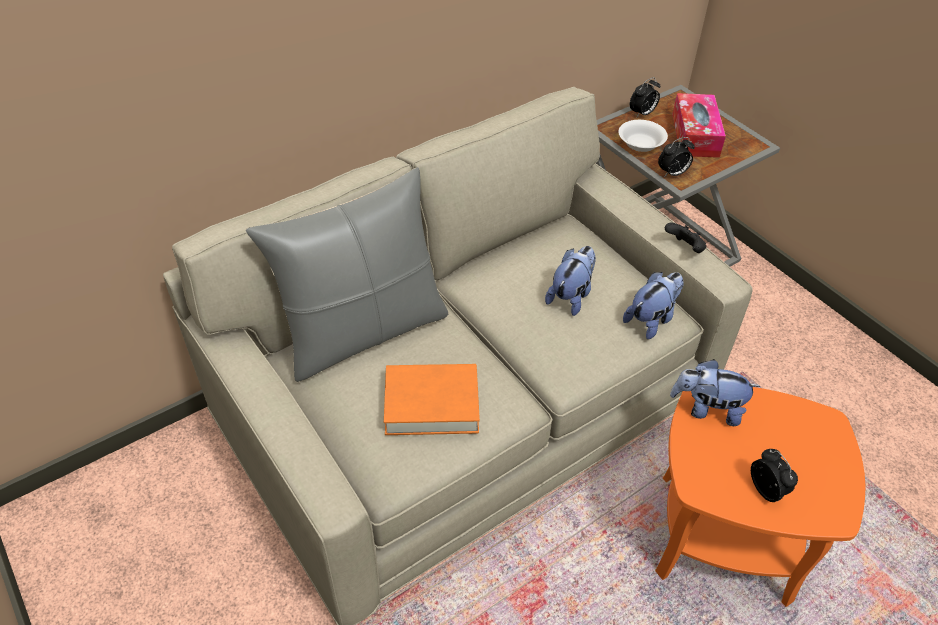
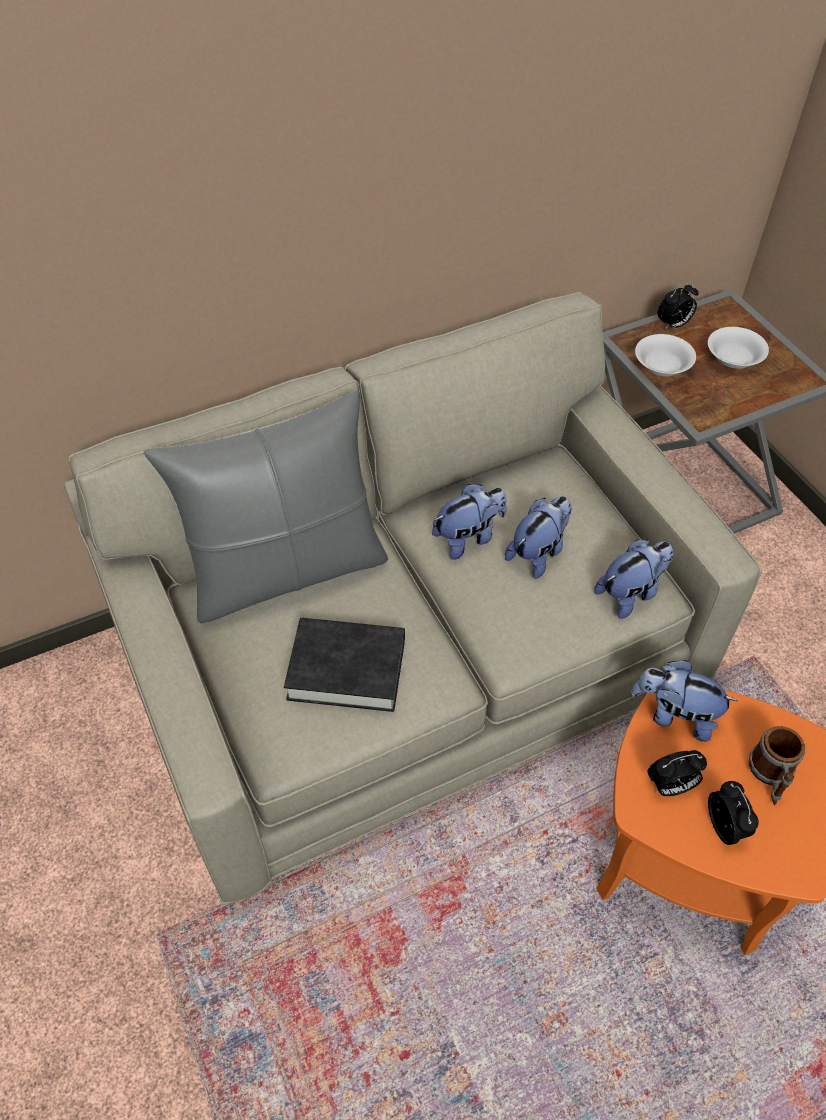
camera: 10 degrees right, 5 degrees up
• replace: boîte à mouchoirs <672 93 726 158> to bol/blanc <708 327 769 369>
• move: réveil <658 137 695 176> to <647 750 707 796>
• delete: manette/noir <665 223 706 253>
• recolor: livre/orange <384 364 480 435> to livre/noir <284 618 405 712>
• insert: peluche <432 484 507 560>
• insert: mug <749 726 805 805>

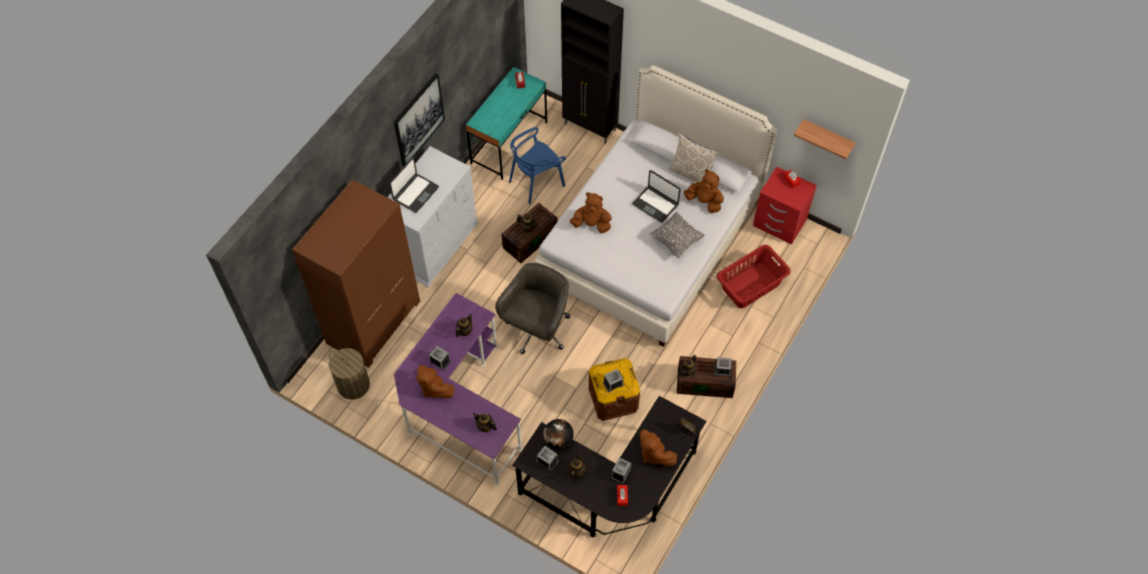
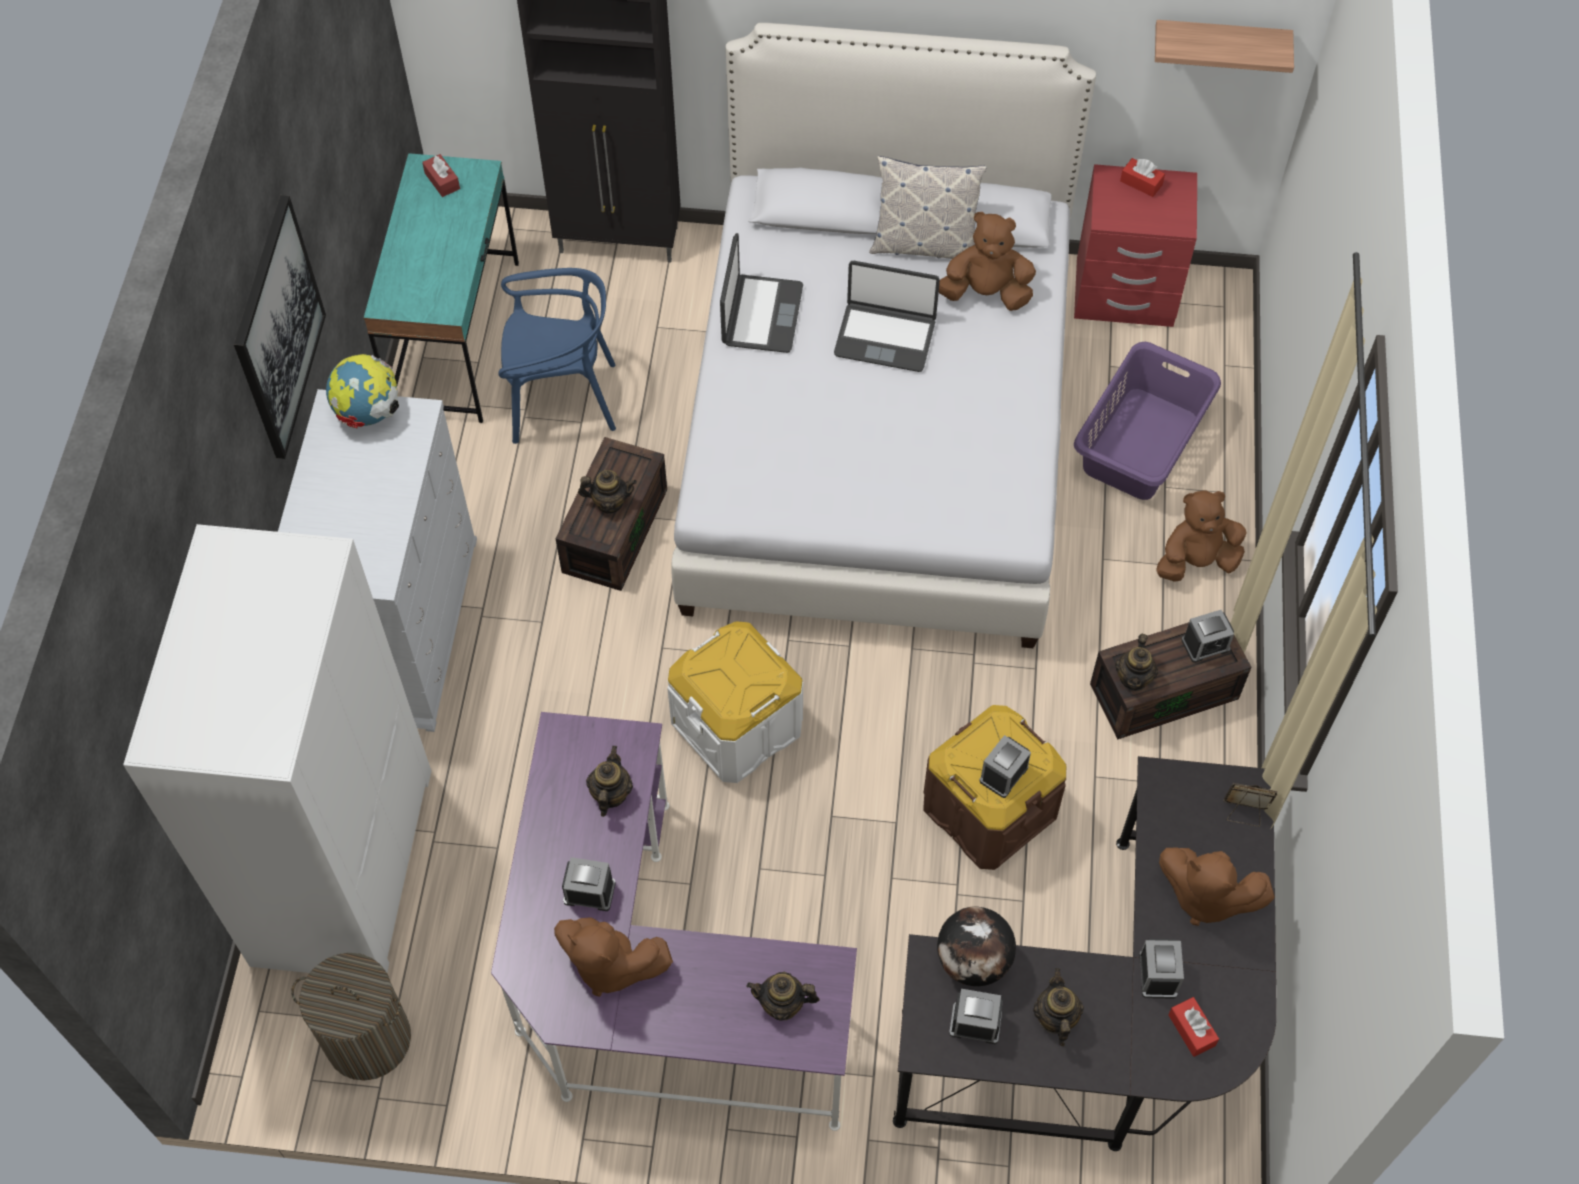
camera: 25 degrees left, 0 degrees up
• rotate: chaise/bleu <509 127 566 204> = <498 268 616 444> 120 degrees counterclockwise
• move: ordinateur portable <389 157 439 213> to <720 233 803 353>
• recolor: armoire/marron <292 179 420 368> to armoire/blanc <123 524 431 973>
• move: peluche/marron <570 192 612 233> to <1156 491 1247 582>
• delete: coussin/gris <650 212 705 258>
• recolor: panier à linge/rouge <717 245 791 308> to panier à linge/violet <1074 342 1221 500>
• replace: chaise de bureau/gris <495 263 570 354> to boîte de rangement/blanc <667 621 803 783>
• insert: globe <326 354 399 428>

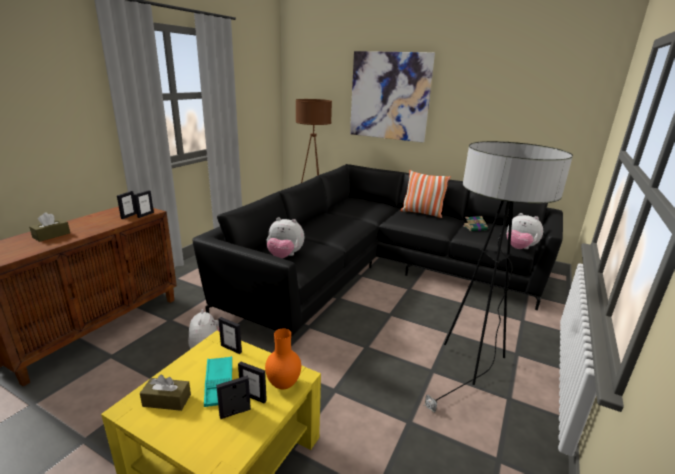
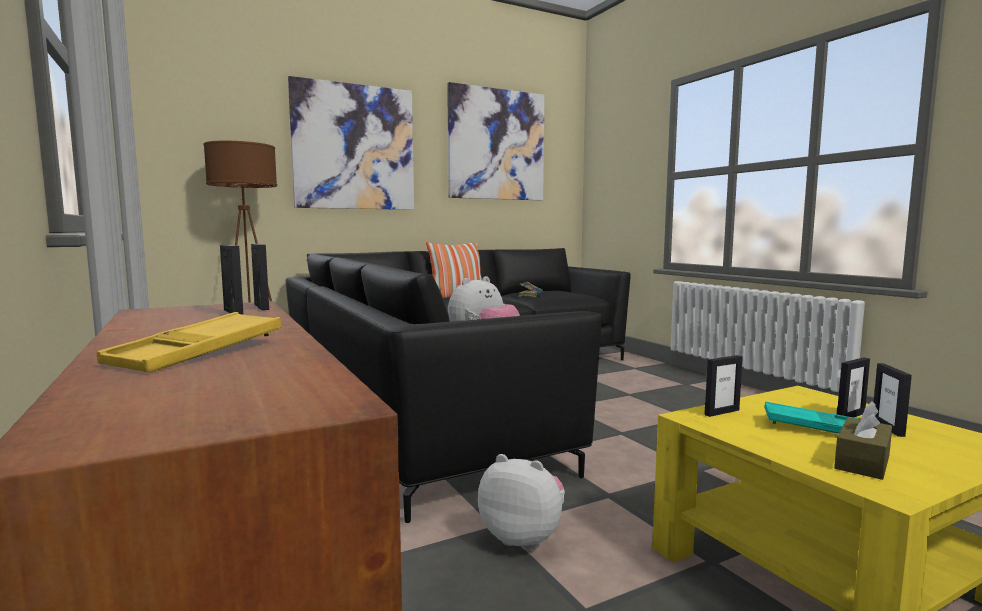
camera: 55 degrees left, 15 degrees down
• delete: lampadaire <423 141 573 412>
• replace: boîte à mouchoirs/marron <29 212 70 242> to plateau/jaune <97 312 281 372>
• delete: peluche <506 213 543 249>
• delete: vase/orange <265 328 301 389>
• insert: tableau <447 82 545 200>

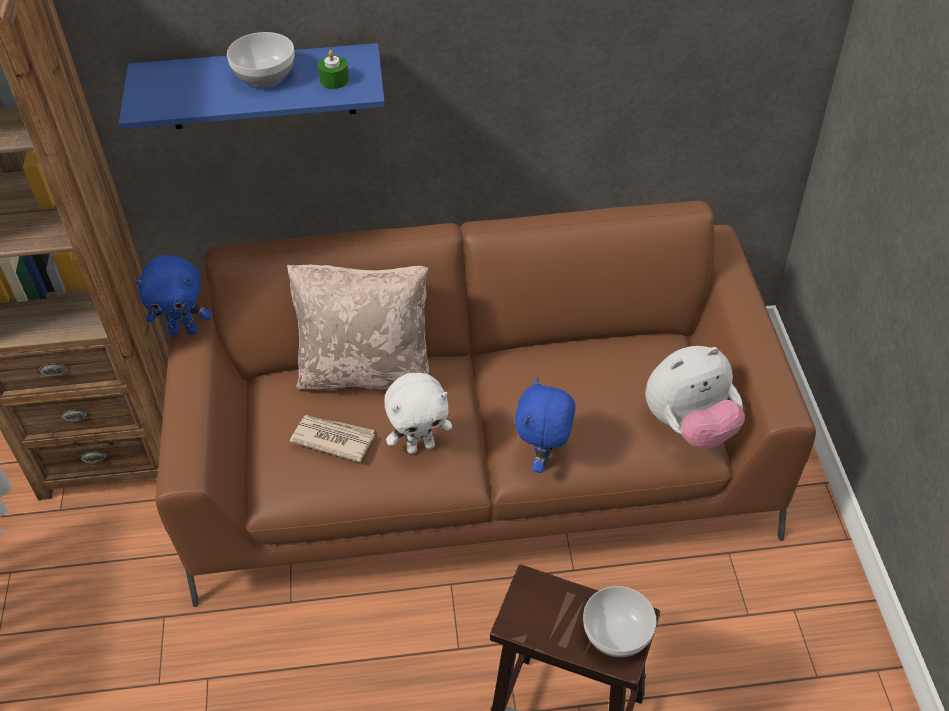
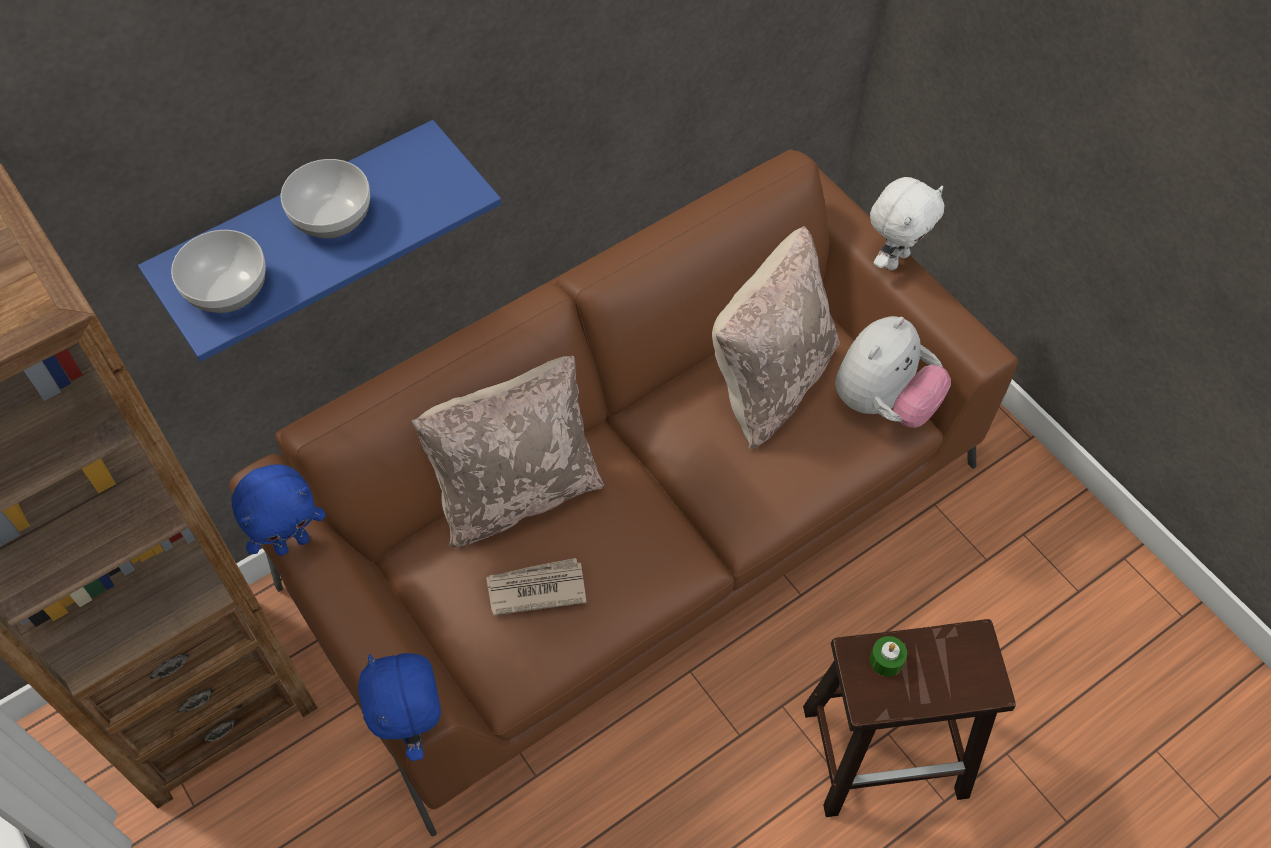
camera: 30 degrees left, 10 degrees up
• move: bougie/vert <318 50 349 89> to <870 636 907 677>
• move: peluche/blanc <384 373 452 454> to <870 177 945 270>
• move: peluche/bleu <515 378 575 473> to <358 653 441 761>
• move: bol <583 586 657 658> to <171 230 266 313>
• insert: coussin/beige <712 226 840 449>

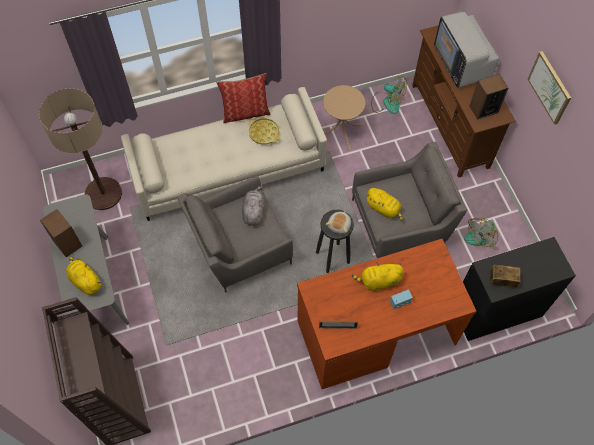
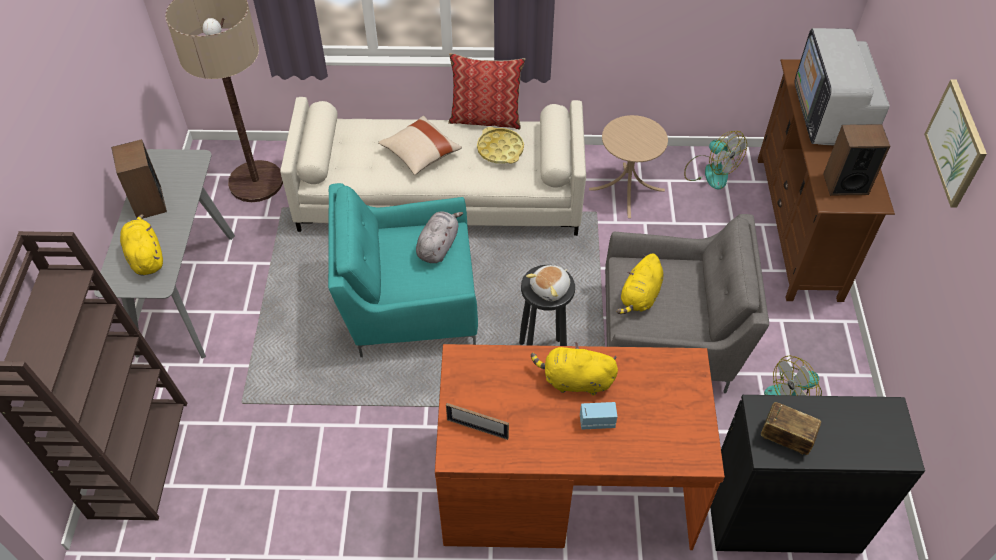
camera: 20 degrees right, 10 degrees down
• recolor: fauteuil/gris <177 176 293 293> to fauteuil/turquoise <328 183 478 357>
• rotate: peluche/jaune <366 188 403 222> = <616 253 664 314> 60 degrees clockwise
• insert: coussin/beige <378 116 462 175>

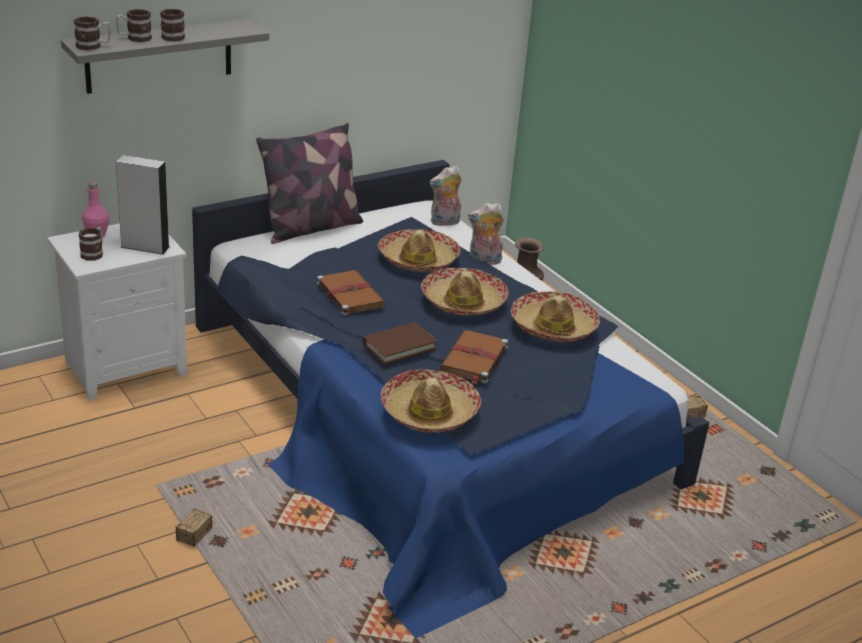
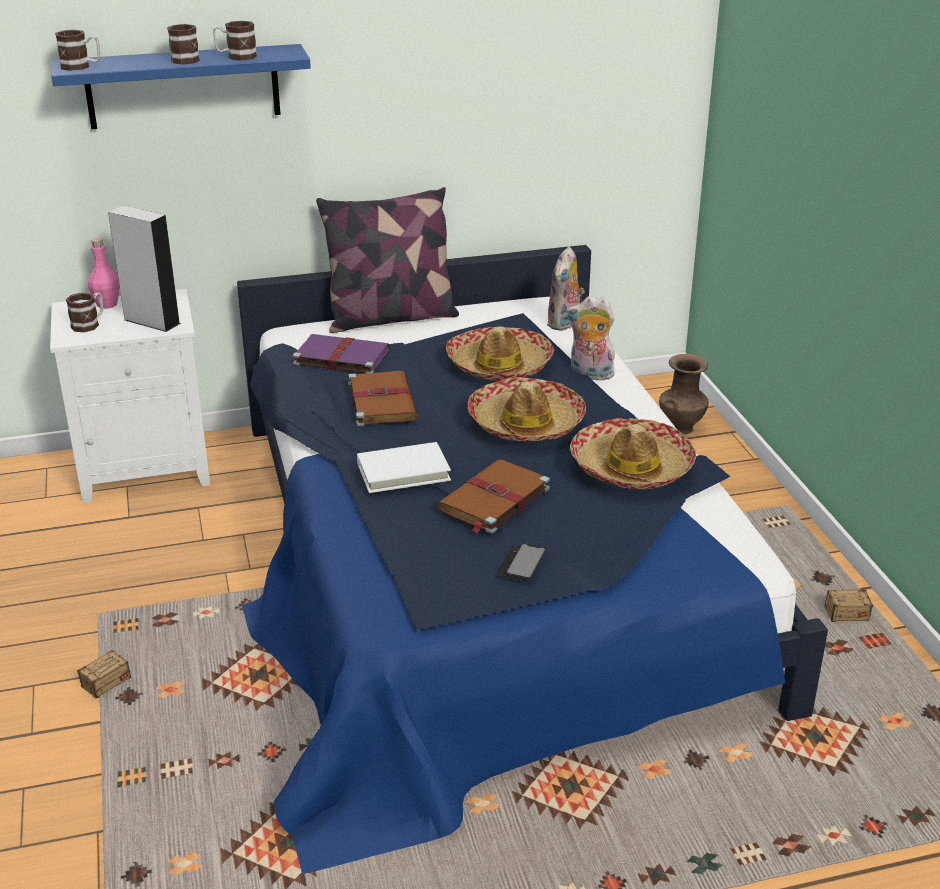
camera: 20 degrees right, 0 degrees up
• move: mug <116 9 152 42> to <213 21 257 61>
• recolor: étagère/gris <61 19 269 94> to étagère/bleu <52 44 311 129>
• rotate: peluche <430 166 462 226> = <547 247 585 331> 60 degrees counterclockwise
• recolor: livre/marron <362 322 438 365> to livre/blanc <357 442 451 493>
• delete: chapeau <381 369 481 433>
• insert: livre/violet <290 334 389 373>
• insert: téléphone <497 543 546 581>

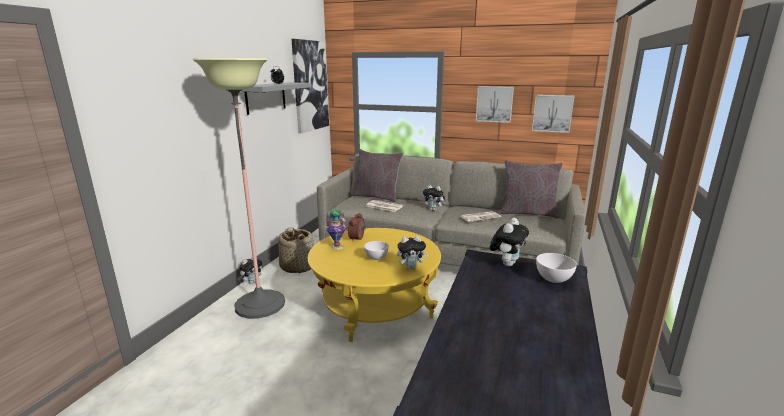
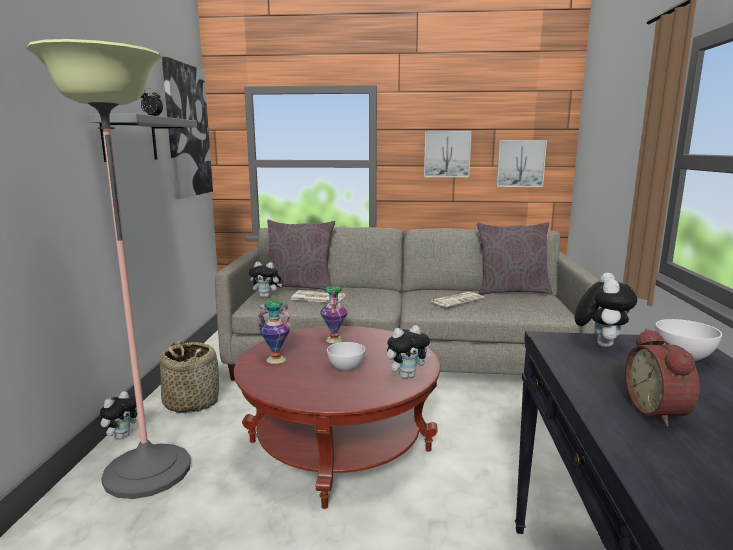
camera: 15 degrees left, 5 degrees down
• move: peluche <423 185 446 211> to <249 261 282 298>
• move: réveil <348 213 366 242> to <625 329 700 427>
• recolor: table basse/jaune <308 228 441 342> to table basse/rouge <234 326 440 509>
• insert: vase <320 286 347 343>

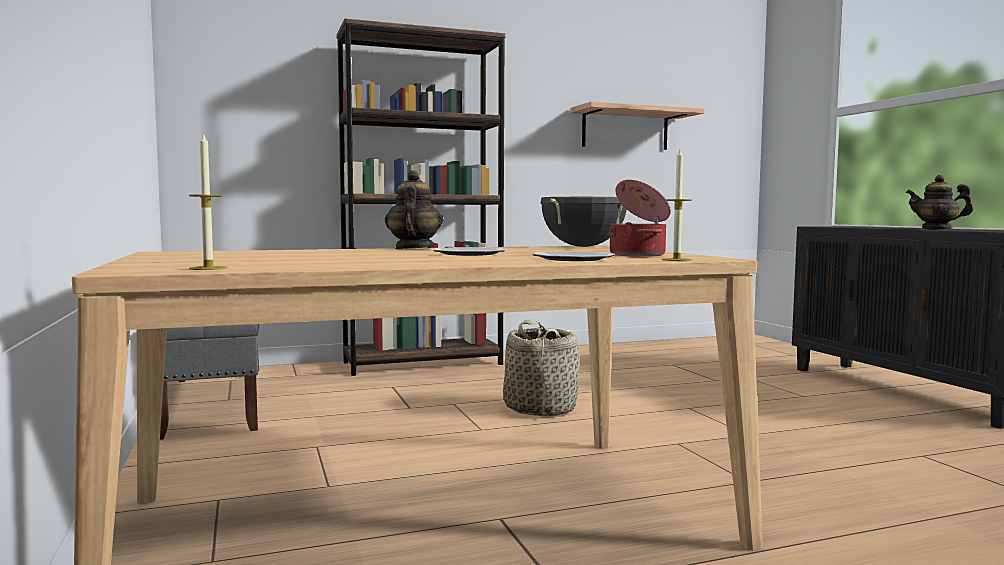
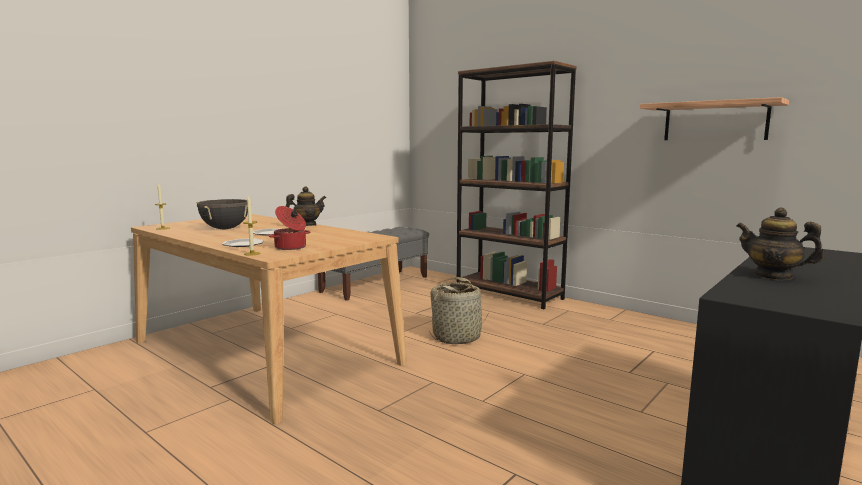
camera: 60 degrees right, 5 degrees up
• rotate: théière <906 175 973 230> = <736 208 824 280> 45 degrees counterclockwise
• move: marmite/noir <541 197 627 247> to <196 199 252 229>

